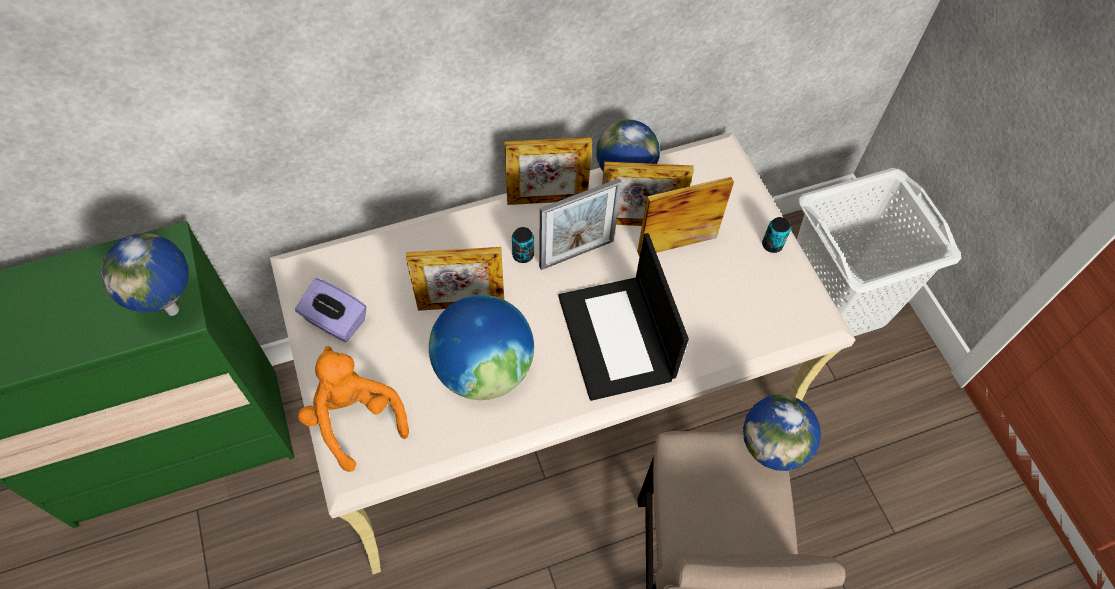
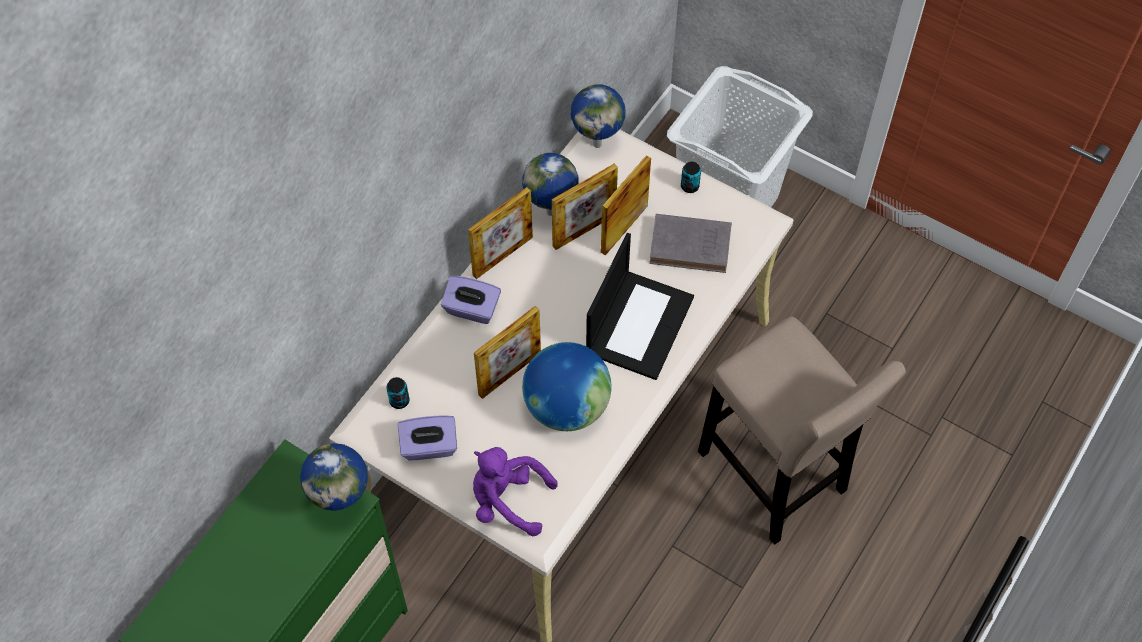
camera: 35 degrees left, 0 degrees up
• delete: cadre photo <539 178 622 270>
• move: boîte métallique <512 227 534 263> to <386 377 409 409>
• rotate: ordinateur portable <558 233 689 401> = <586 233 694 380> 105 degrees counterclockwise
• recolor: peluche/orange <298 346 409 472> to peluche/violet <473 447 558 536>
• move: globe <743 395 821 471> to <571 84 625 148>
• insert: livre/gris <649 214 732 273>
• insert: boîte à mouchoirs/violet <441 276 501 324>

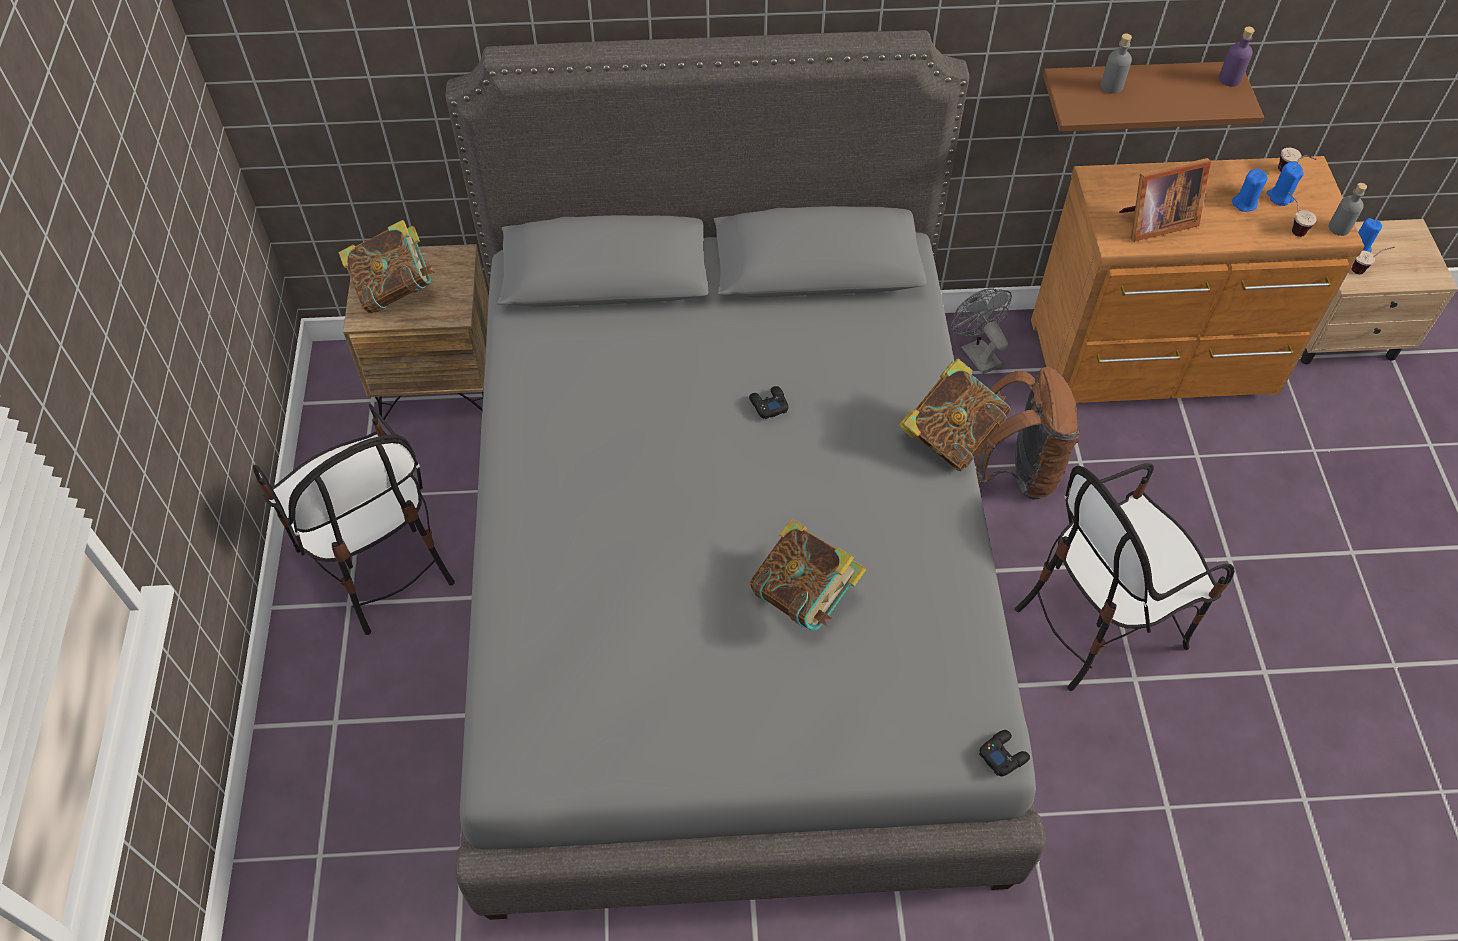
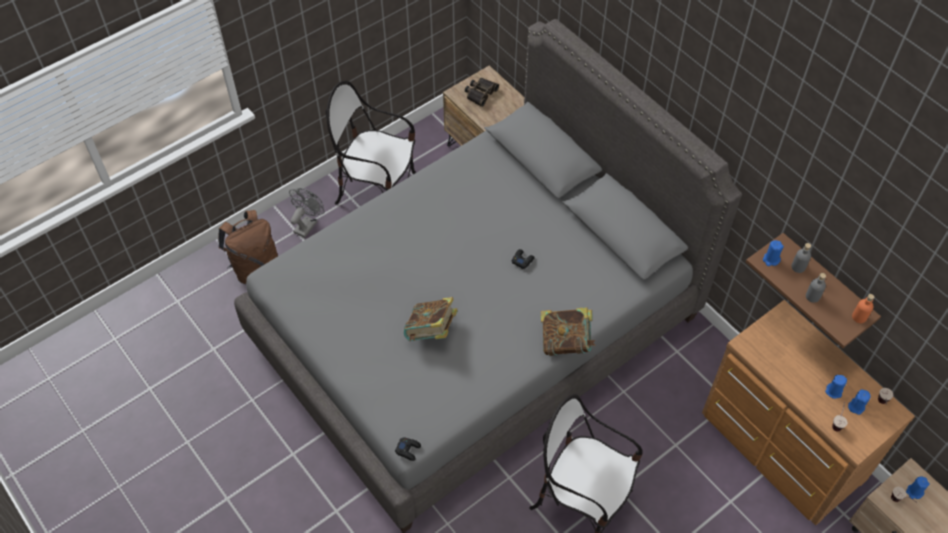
camera: 55 degrees right, 0 degrees up
• recolor: bouteille/violet <1219 27 1255 87> to bouteille/orange <852 294 874 323>
• delete: cadre photo <1119 158 1211 242>
• move: bouteille/gris <1329 183 1367 236> to <806 273 826 303>
• replace: livre <339 220 435 313> to jumelles <465 78 499 107>
• move: ventilateur/gris <951 288 1012 374> to <289 188 325 238>
• move: sac à dos/marron <976 367 1080 500> to <218 210 278 284>
• rotate: chaise <253 404 455 635> = <326 81 415 205> 90 degrees clockwise
• insert: bougie/bleu <763 240 784 266>

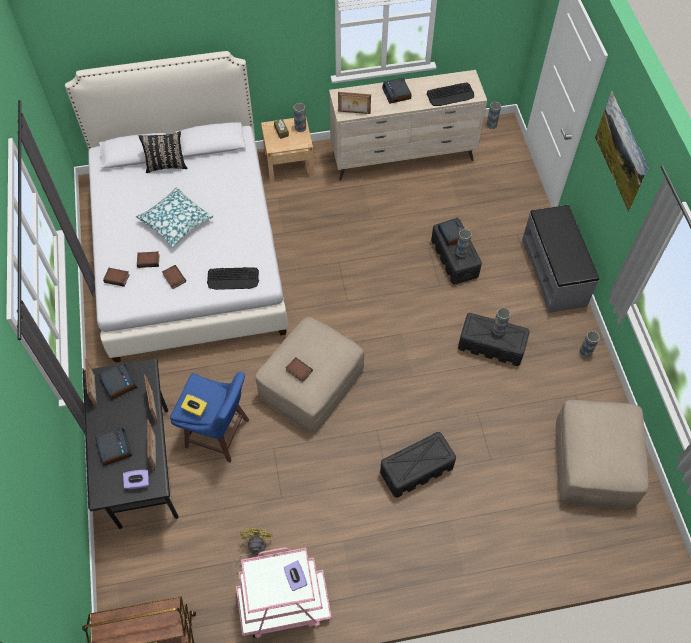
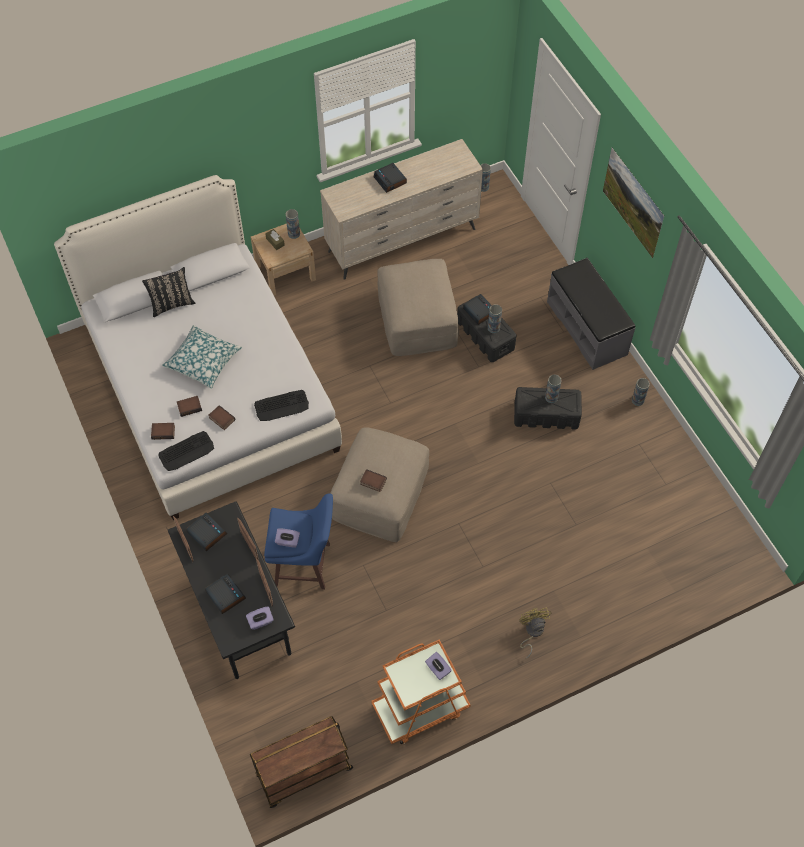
camera: 15 degrees left, 0 degrees up
• move: clavier <427 82 474 106> to <158 431 214 471>
• delete: cadre photo <338 92 371 114>
• recolor: boîte à mouchoirs/jaune <181 394 207 417> to boîte à mouchoirs/violet <275 528 300 548>
• move: pouf/beige <556 400 649 509> to <377 259 458 356>
• delete: boîte de rangement/noir <380 432 456 498>
• move: ventilateur/jaune <236 527 273 574> to <519 608 551 658>
• recolor: chariot/rose <236 547 332 639> to chariot/orange <371 640 471 744>

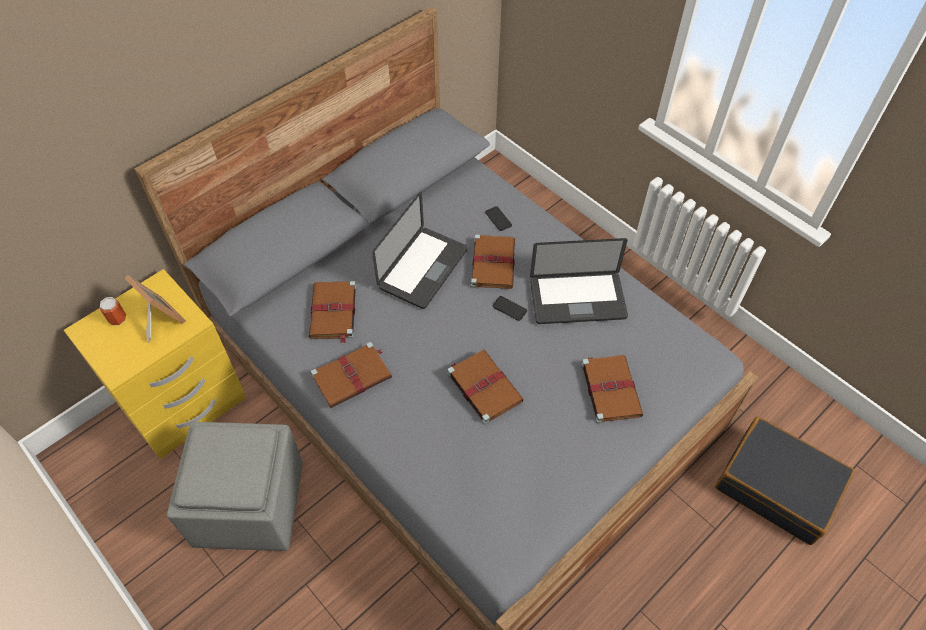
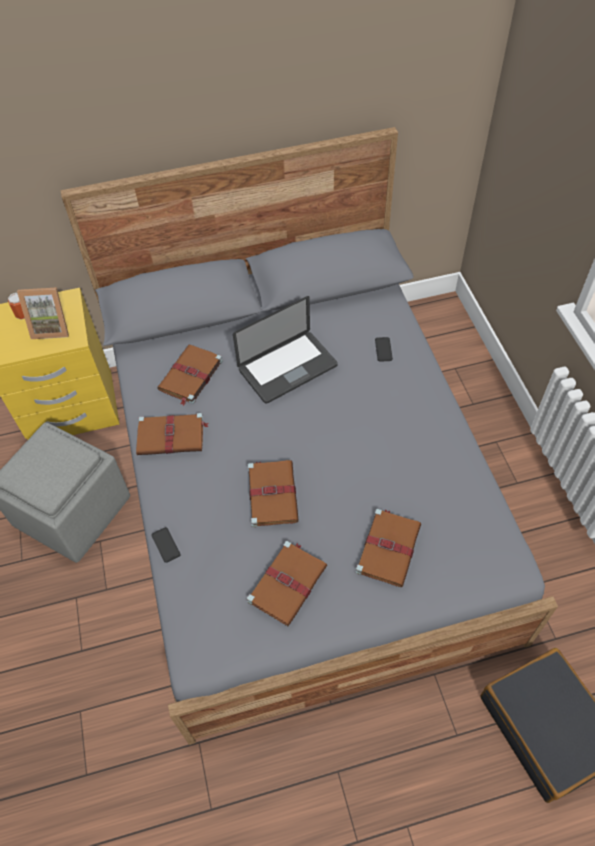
camera: 30 degrees right, 0 degrees up
• move: livre/marron <471 235 515 289> to <247 541 327 626>
• delete: ordinateur portable <530 238 628 324>
• rotate: cadre photo <124 275 186 343> = <17 287 69 339> 105 degrees clockwise
• move: téléphone <493 296 527 321> to <151 527 181 563>

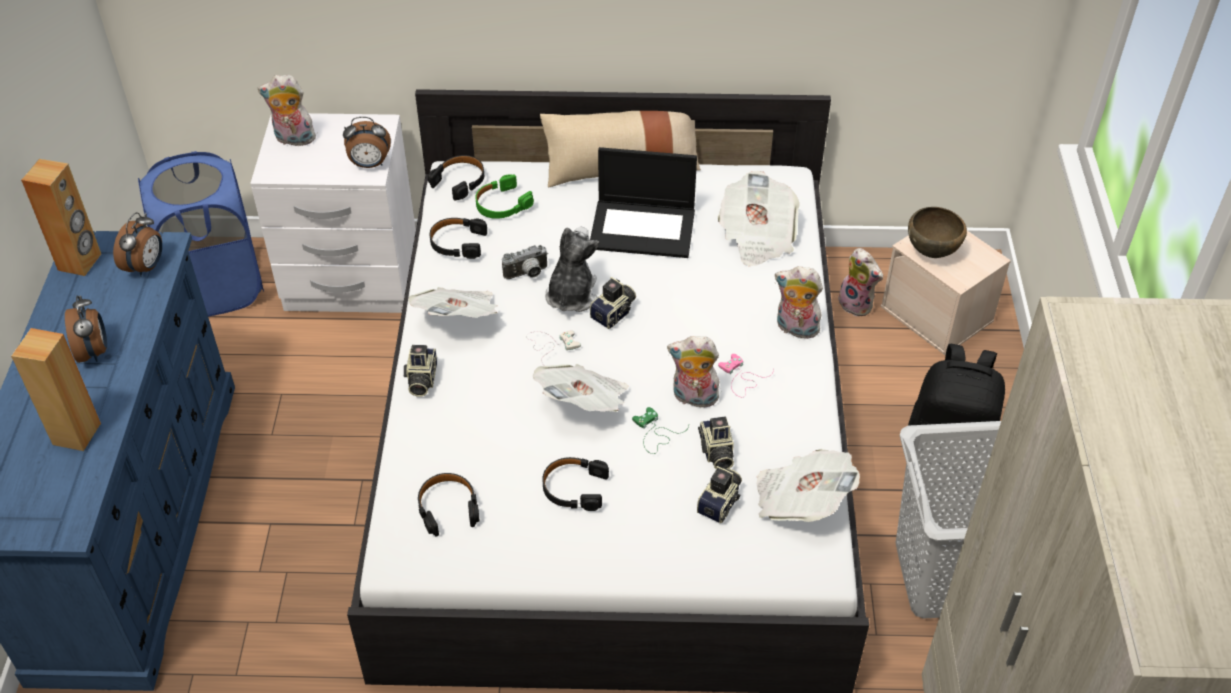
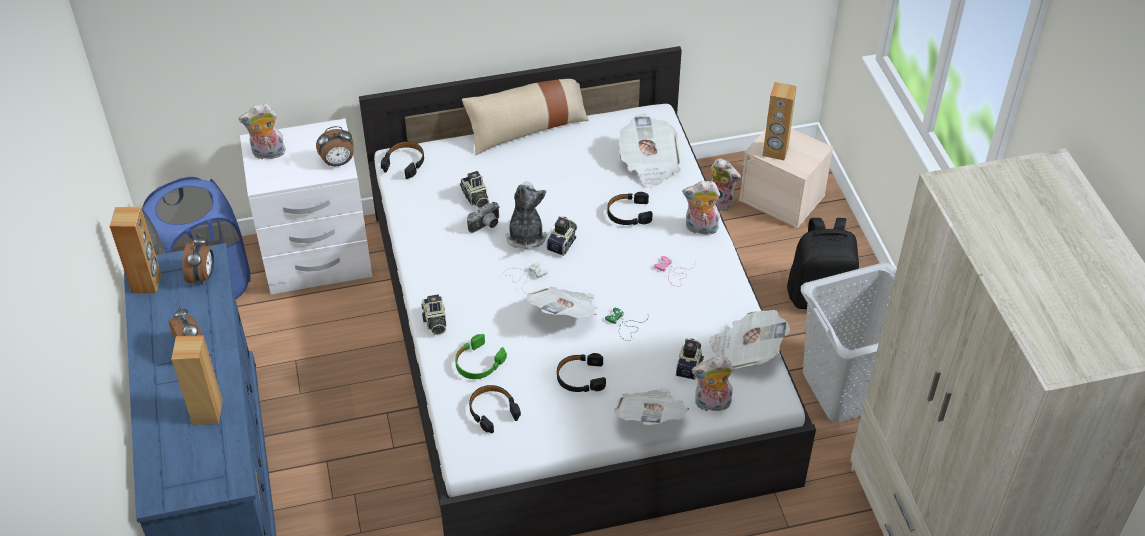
camera: 15 degrees left, 0 degrees up
• delete: ordinateur portable <590 147 697 258>
• move: casque audio/vert <475 174 534 219> to <455 334 507 379>
• replace: bol/marron <908 207 967 258> to enceinte/marron <763 82 797 160>
• move: casque audio/noir <430 218 487 259> to <607 192 652 225>
• move: journal <408 287 498 318> to <614 388 689 425>
• move: peluche <667 336 720 411> to <692 356 733 411>
• move: appareil photo <698 417 734 469> to <460 171 489 209>

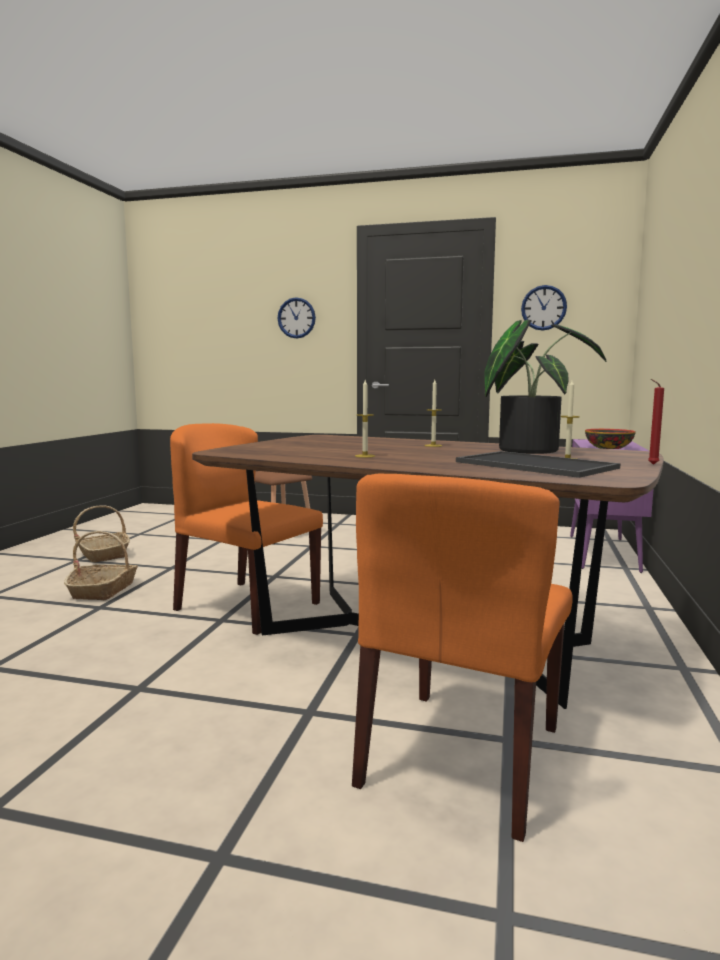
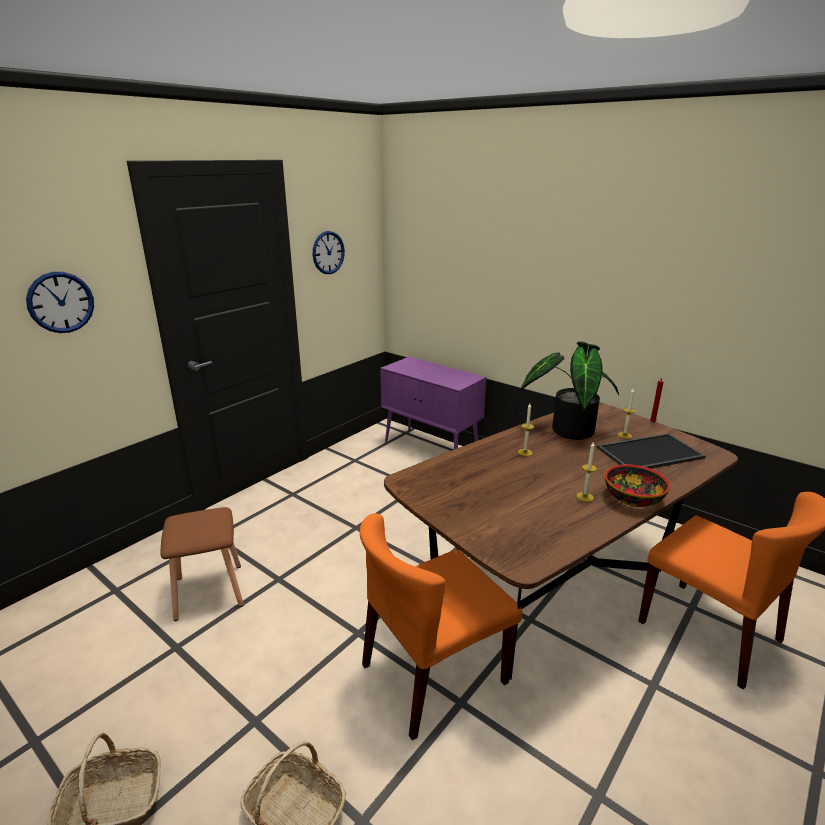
camera: 65 degrees left, 15 degrees up
• move: bol <585 429 636 449> to <605 464 670 507>

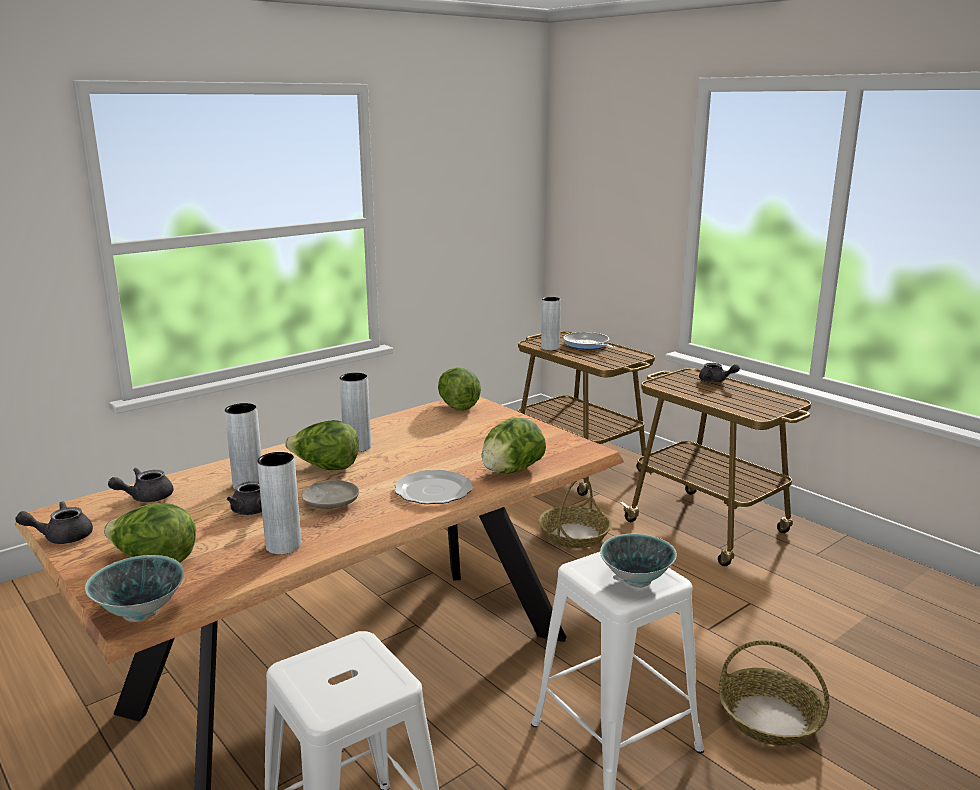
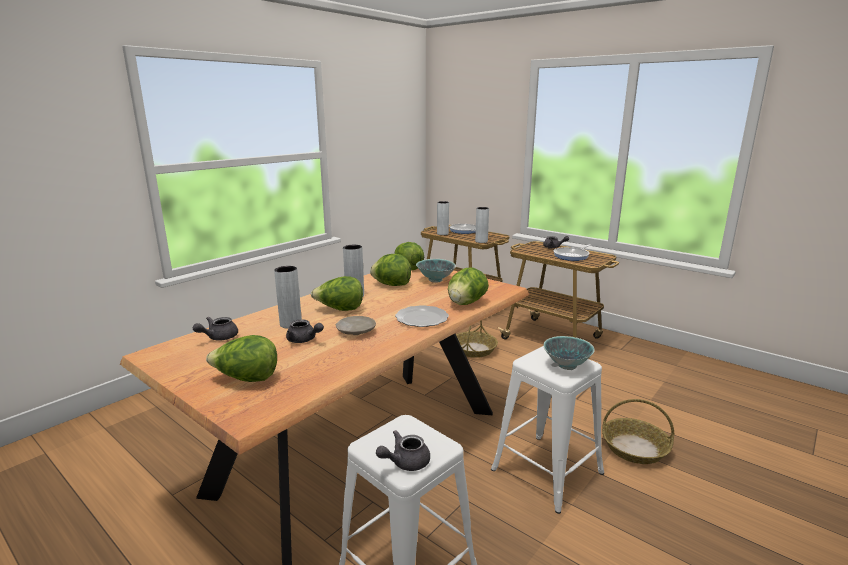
camera: 10 degrees left, 0 degrees up
• move: vase/gris <257 452 301 554> to <475 207 489 243>
• move: théière/gris <15 502 93 544> to <376 430 430 471>
• move: bol <85 555 184 622> to <416 259 456 283>
• insert: poêle <554 244 591 261>
• insert: laitue <370 254 411 286>

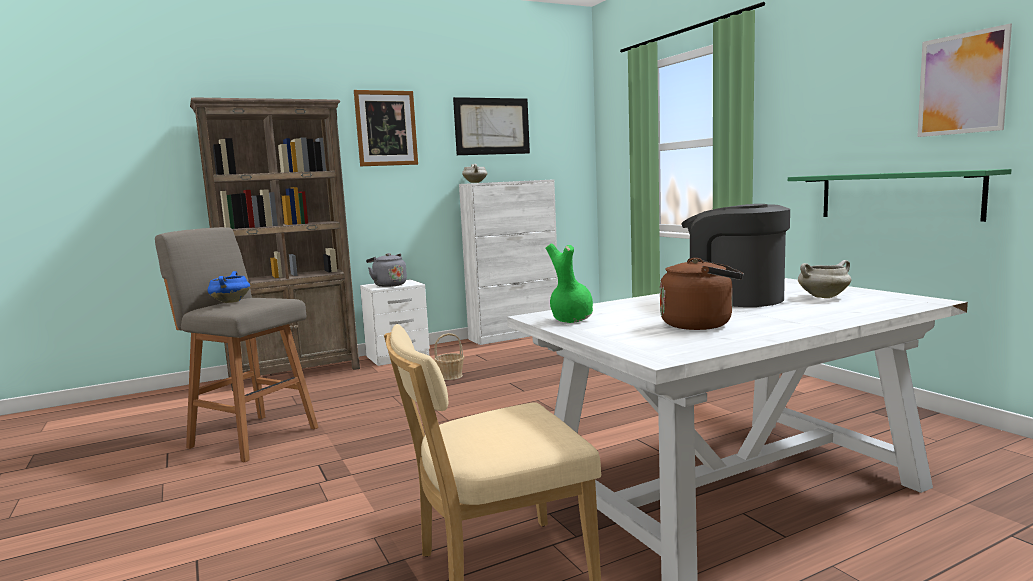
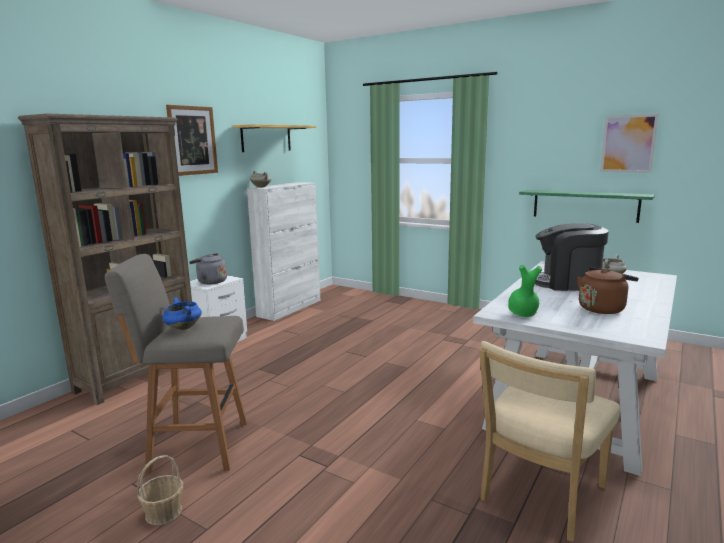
camera: 30 degrees left, 5 degrees up
• replace: tableau <453 97 530 155> to étagère <233 124 316 152>
• move: panier <434 333 464 380> to <137 455 183 525>

